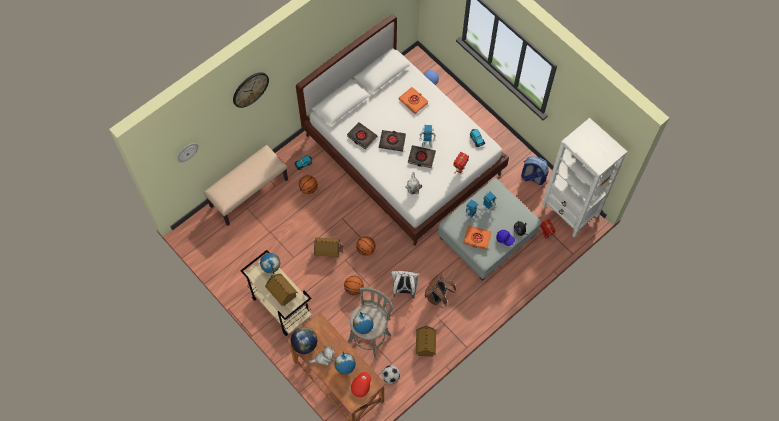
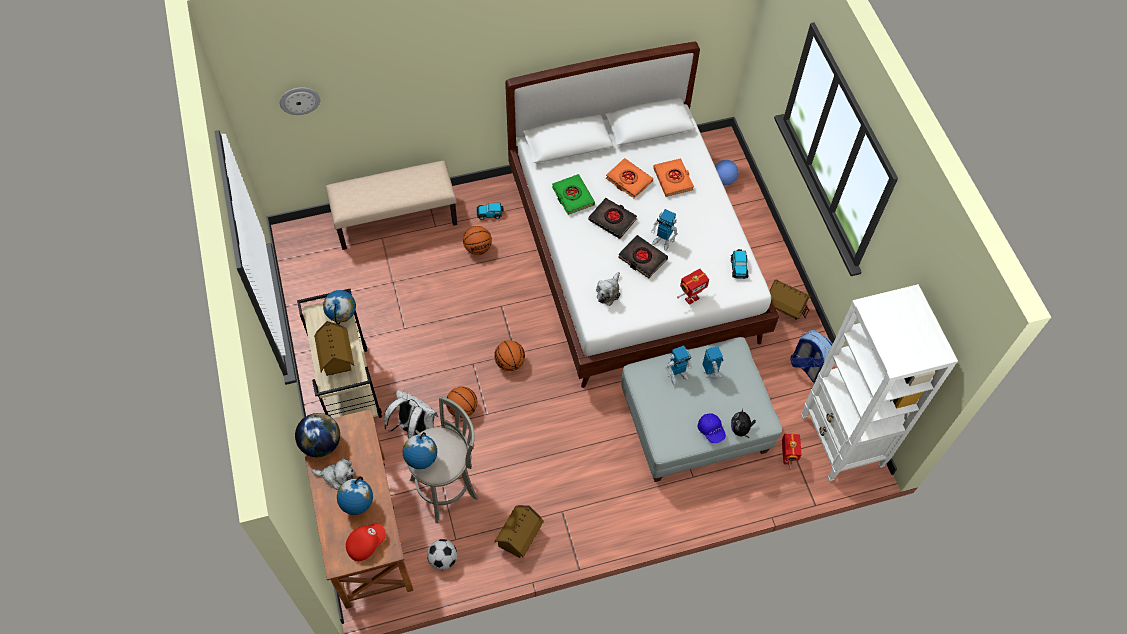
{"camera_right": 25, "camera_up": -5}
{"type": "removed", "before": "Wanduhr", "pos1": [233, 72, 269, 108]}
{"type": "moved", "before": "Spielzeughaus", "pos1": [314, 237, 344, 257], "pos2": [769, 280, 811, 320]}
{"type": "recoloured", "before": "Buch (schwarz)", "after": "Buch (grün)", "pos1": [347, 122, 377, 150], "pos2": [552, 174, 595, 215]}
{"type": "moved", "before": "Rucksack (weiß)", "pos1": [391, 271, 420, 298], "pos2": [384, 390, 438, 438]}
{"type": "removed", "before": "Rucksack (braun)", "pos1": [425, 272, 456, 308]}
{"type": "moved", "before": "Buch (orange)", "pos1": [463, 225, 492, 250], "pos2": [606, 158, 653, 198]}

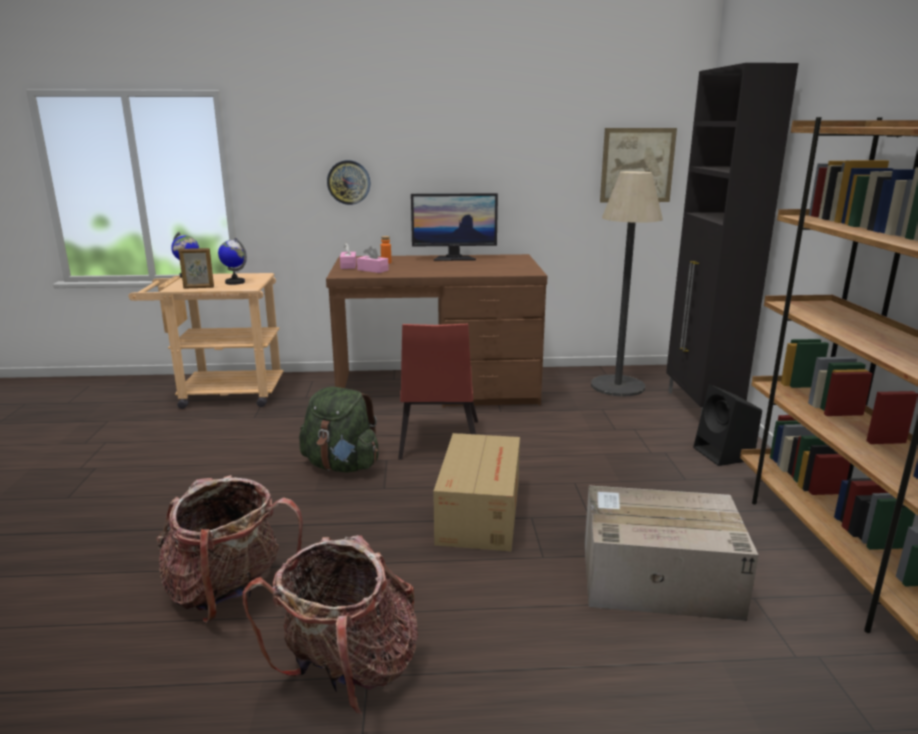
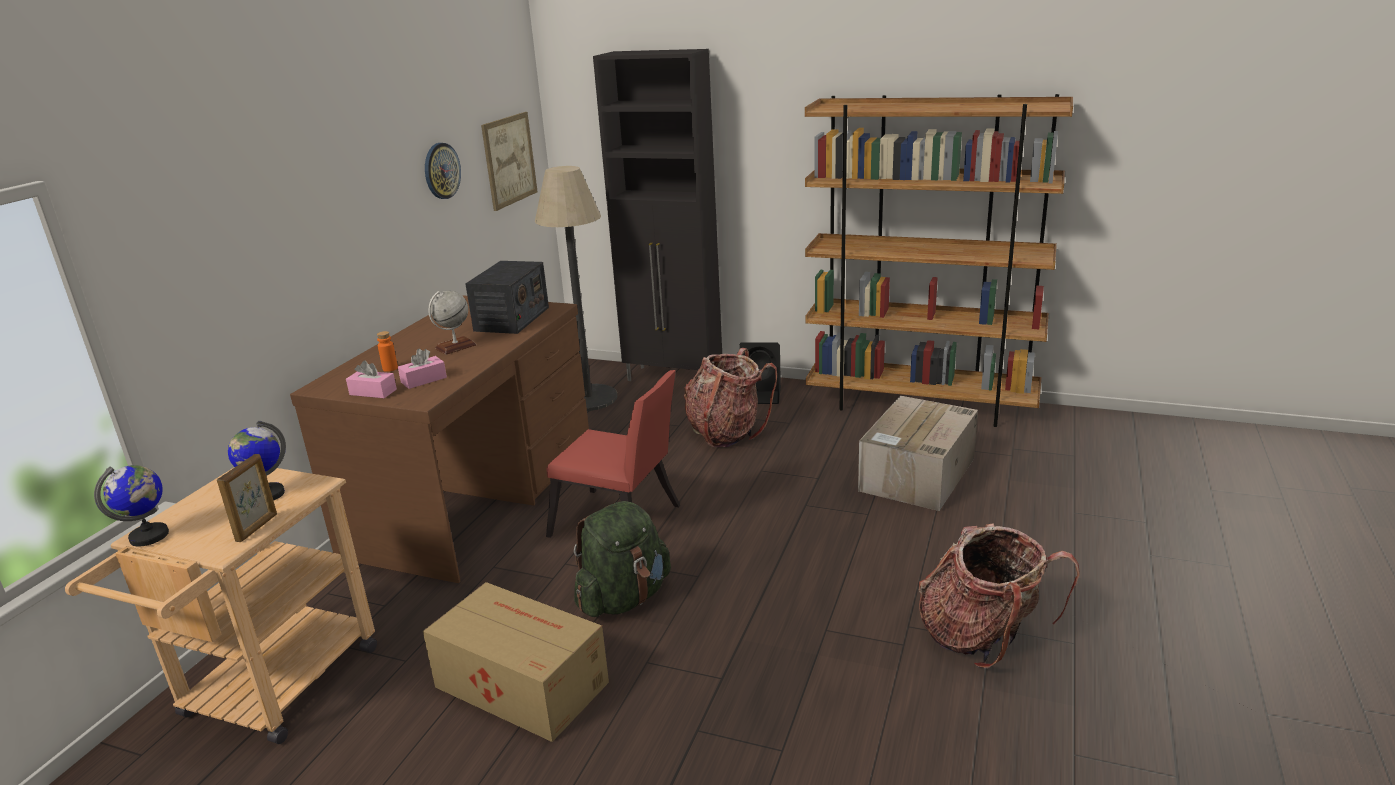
{"camera_right": -65, "camera_up": 5}
{"type": "moved", "before": "Rucksack", "pos1": [156, 475, 303, 623], "pos2": [684, 348, 777, 448]}
{"type": "moved", "before": "Wanduhr", "pos1": [327, 160, 371, 205], "pos2": [425, 143, 461, 199]}
{"type": "removed", "before": "Monitor", "pos1": [411, 193, 498, 261]}
{"type": "moved", "before": "Karton", "pos1": [433, 433, 520, 551], "pos2": [423, 582, 609, 742]}
{"type": "added", "after": "Globus", "pos2": [428, 290, 476, 355]}
{"type": "added", "after": "Radio", "pos2": [465, 261, 549, 334]}

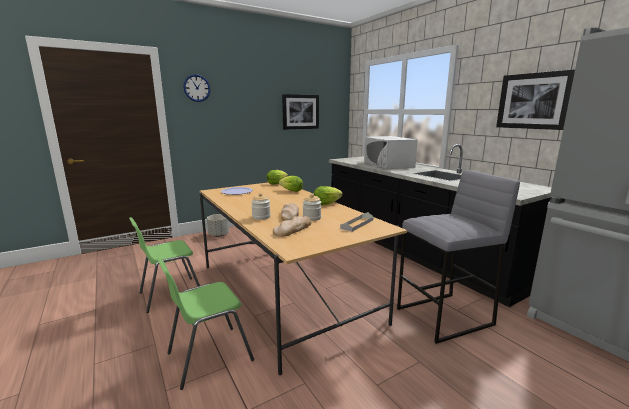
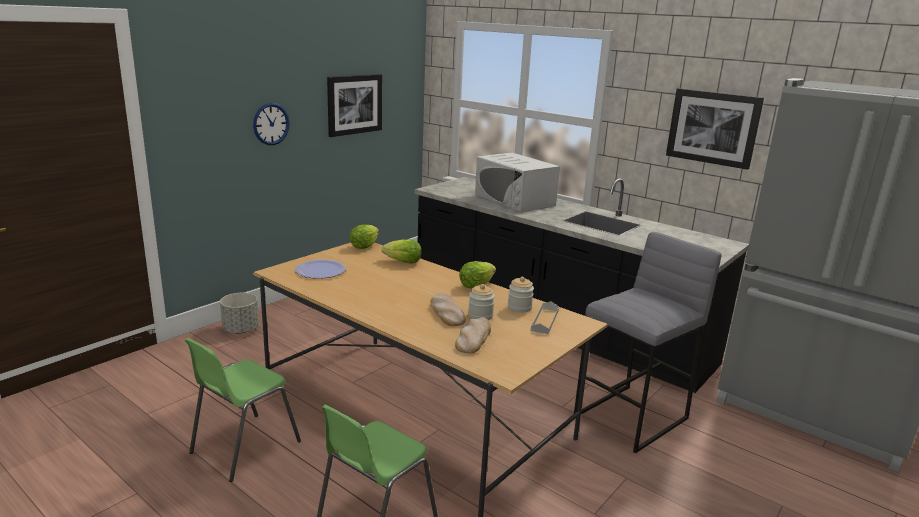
{"camera_right": -20, "camera_up": 5}
{"type": "moved", "before": "Wanduhr", "pos1": [183, 74, 211, 102], "pos2": [253, 103, 289, 145]}
{"type": "moved", "before": "Vorratsglas", "pos1": [251, 193, 271, 220], "pos2": [508, 277, 534, 313]}

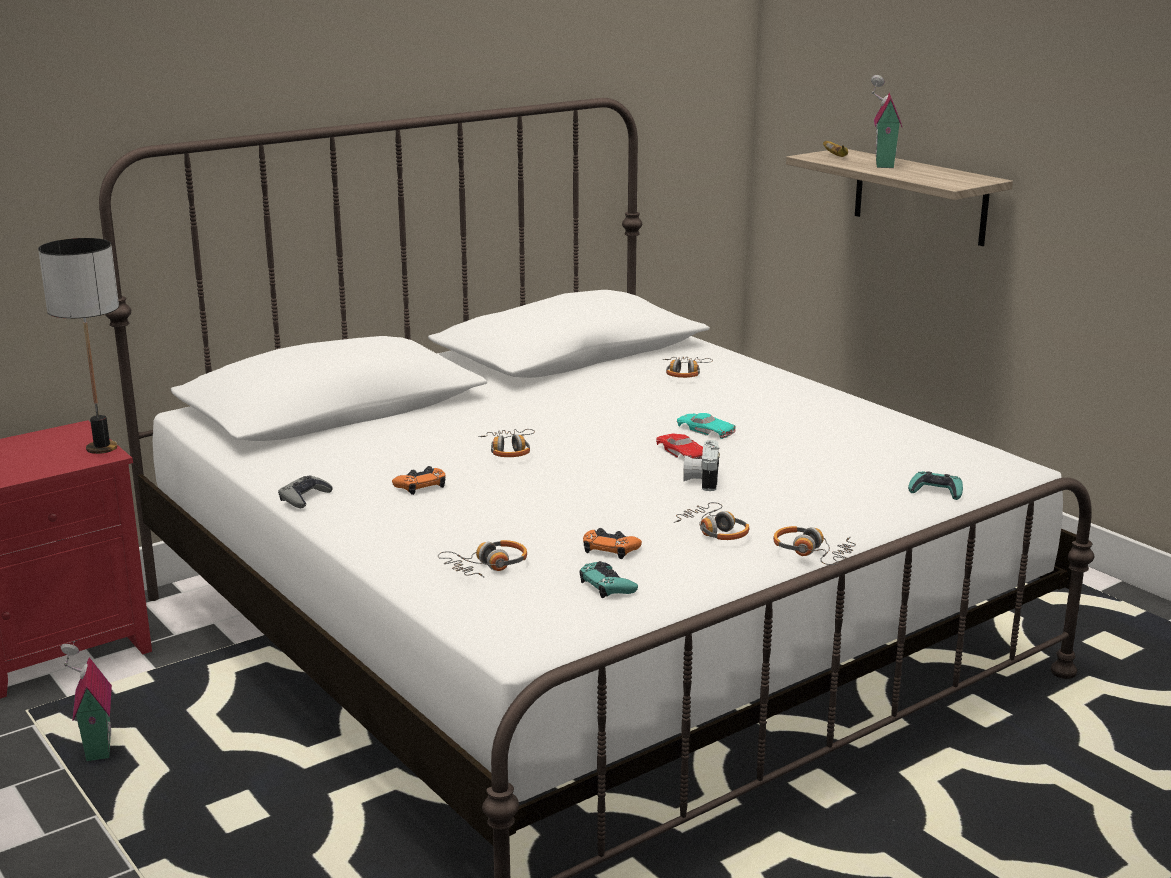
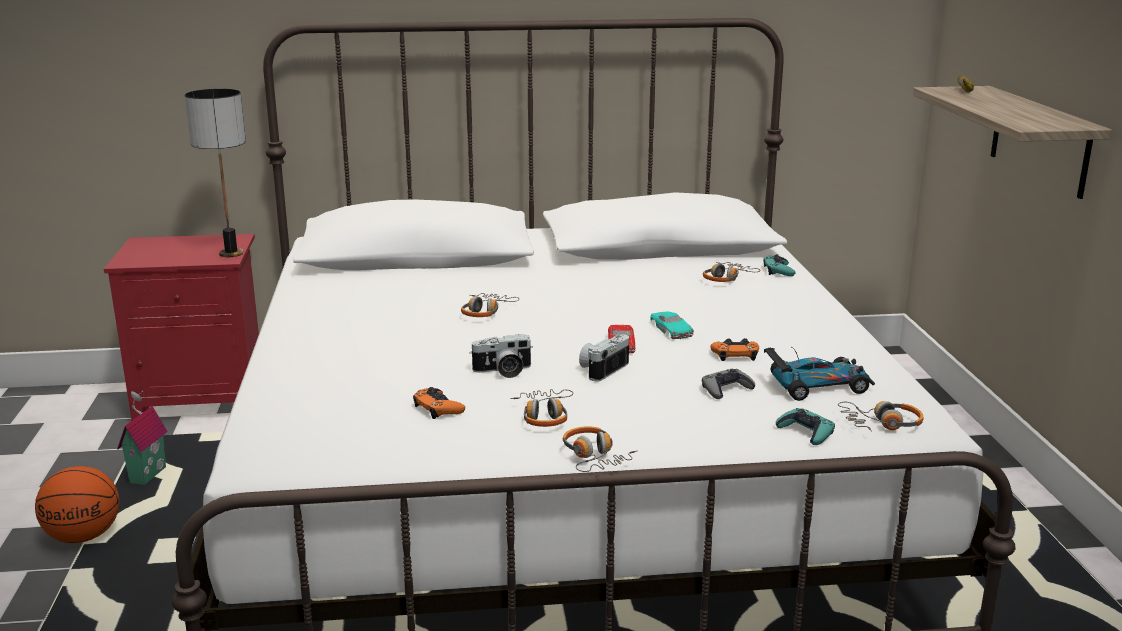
{"camera_right": 30, "camera_up": 0}
{"type": "moved", "before": "Gamepad (grau)", "pos1": [278, 475, 333, 508], "pos2": [702, 369, 755, 399]}
{"type": "moved", "before": "Gamepad (orange)", "pos1": [392, 466, 445, 495], "pos2": [710, 338, 759, 361]}
{"type": "moved", "before": "Kopfhörer", "pos1": [438, 540, 527, 577], "pos2": [838, 401, 924, 432]}
{"type": "moved", "before": "Gamepad (türkis)", "pos1": [579, 561, 638, 598], "pos2": [763, 254, 796, 276]}
{"type": "removed", "before": "Spielzeughaus", "pos1": [871, 75, 902, 168]}
{"type": "added", "after": "Basketball", "pos2": [35, 466, 119, 543]}
{"type": "added", "after": "Kamera", "pos2": [470, 334, 533, 378]}
{"type": "added", "after": "Spielzeugauto", "pos2": [764, 347, 875, 401]}

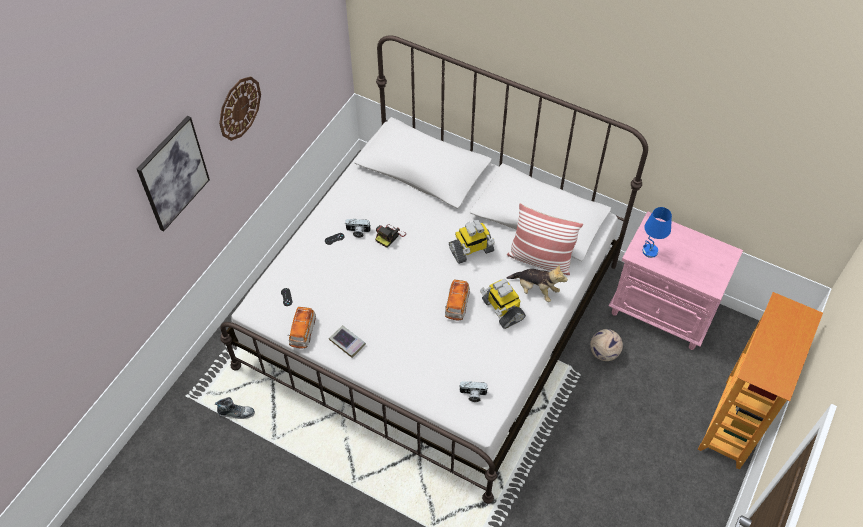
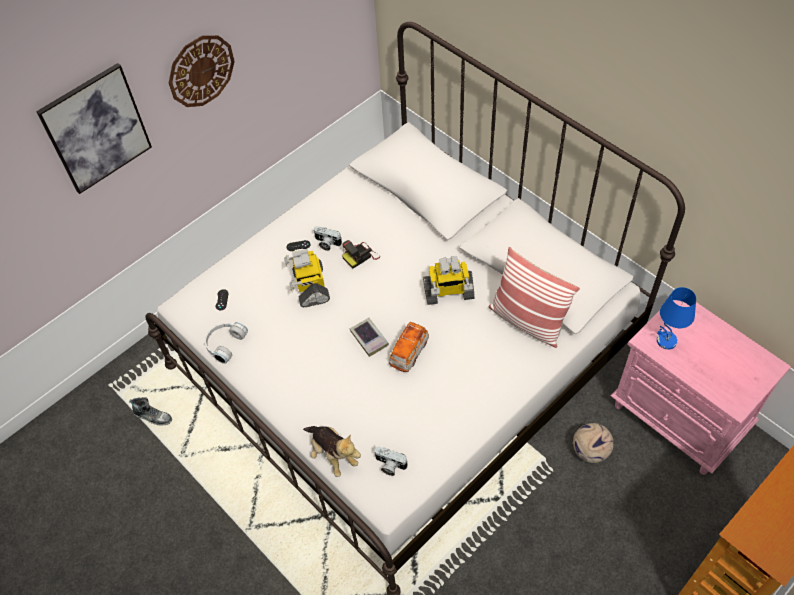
{"camera_right": 20, "camera_up": 0}
{"type": "replaced", "before": "Spielzeugauto", "after": "Kopfhörer (weiß)", "pos1": [288, 307, 316, 349], "pos2": [205, 322, 248, 364]}
{"type": "moved", "before": "Buch", "pos1": [329, 325, 366, 358], "pos2": [350, 318, 389, 357]}
{"type": "moved", "before": "Spielzeugroboter", "pos1": [480, 279, 526, 329], "pos2": [284, 249, 330, 308]}
{"type": "moved", "before": "Plüschtier", "pos1": [507, 264, 568, 302], "pos2": [303, 426, 361, 477]}

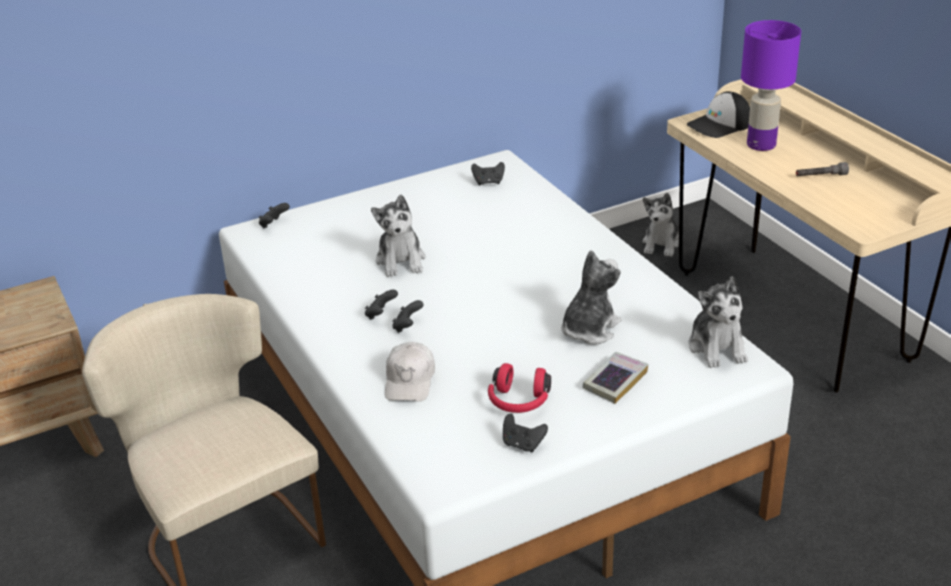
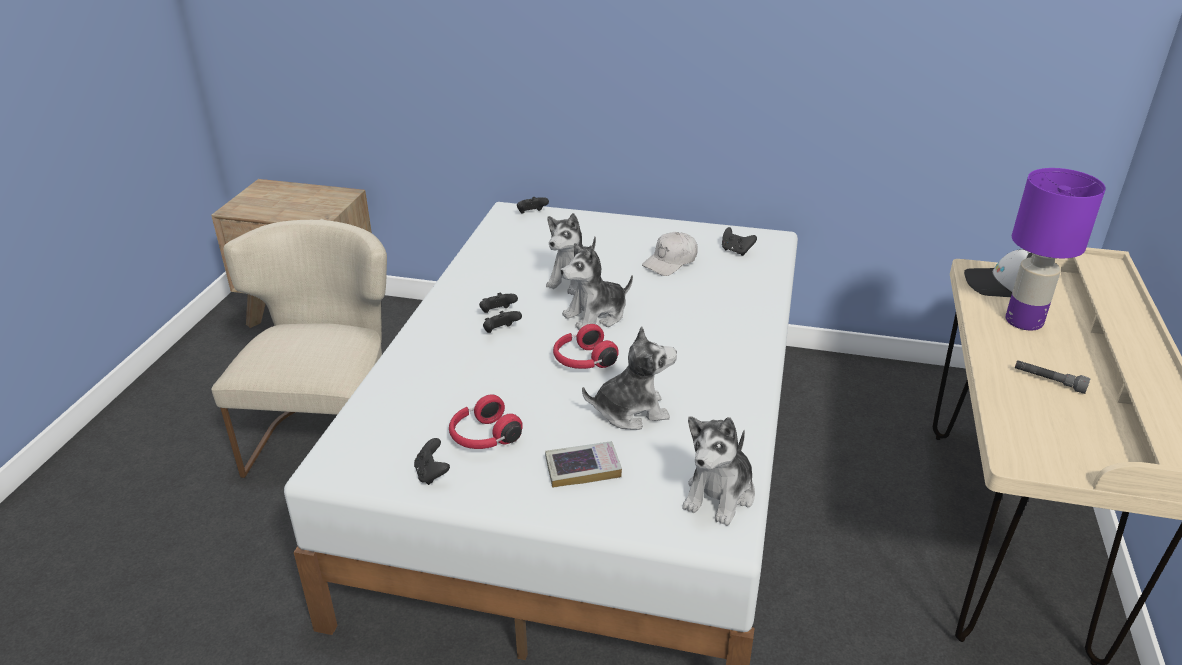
{"camera_right": 40, "camera_up": 0}
{"type": "moved", "before": "Kappe (weiß)", "pos1": [385, 342, 435, 401], "pos2": [642, 232, 698, 276]}
{"type": "moved", "before": "Plüschtier", "pos1": [642, 193, 679, 257], "pos2": [560, 243, 633, 330]}
{"type": "added", "after": "Kopfhörer (rot)", "pos2": [553, 324, 619, 369]}

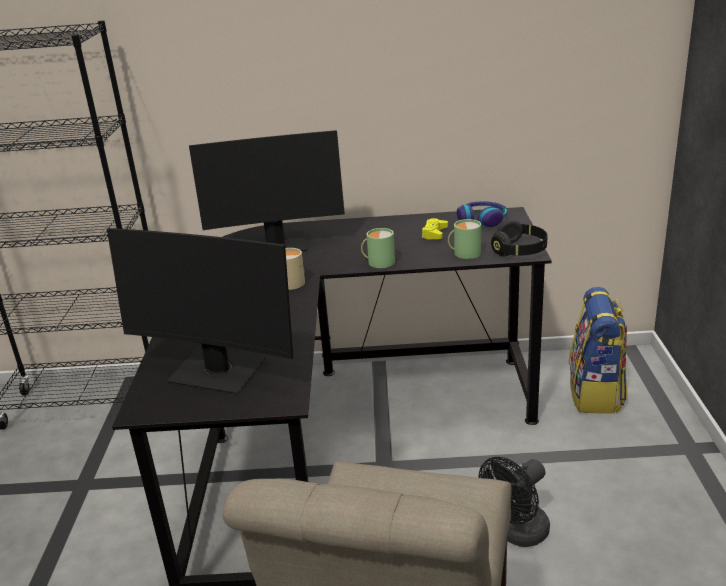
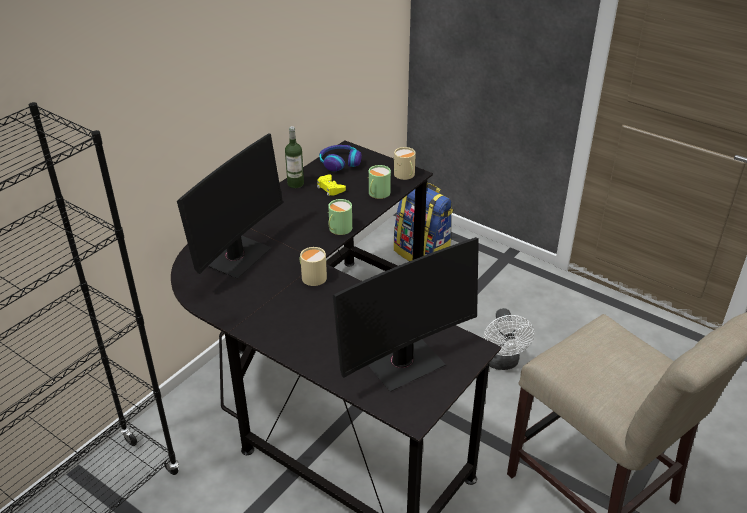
{"camera_right": -55, "camera_up": 10}
{"type": "recoloured", "before": "Ventilator (schwarz)", "after": "Ventilator (weiß)", "pos1": [478, 457, 550, 547], "pos2": [484, 308, 534, 370]}
{"type": "replaced", "before": "Kopfhörer (schwarz)", "after": "Henkelbecher (beige)", "pos1": [491, 220, 548, 257], "pos2": [393, 147, 416, 180]}
{"type": "added", "after": "Flasche", "pos2": [285, 126, 304, 188]}

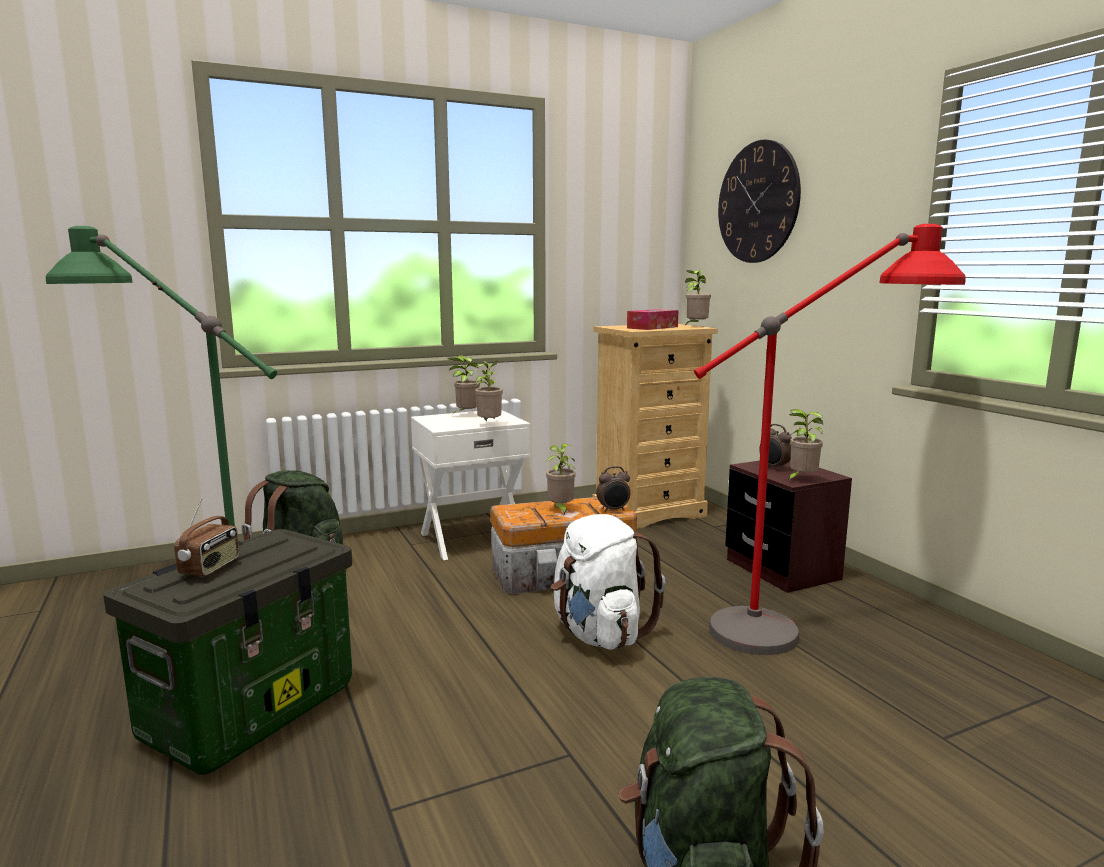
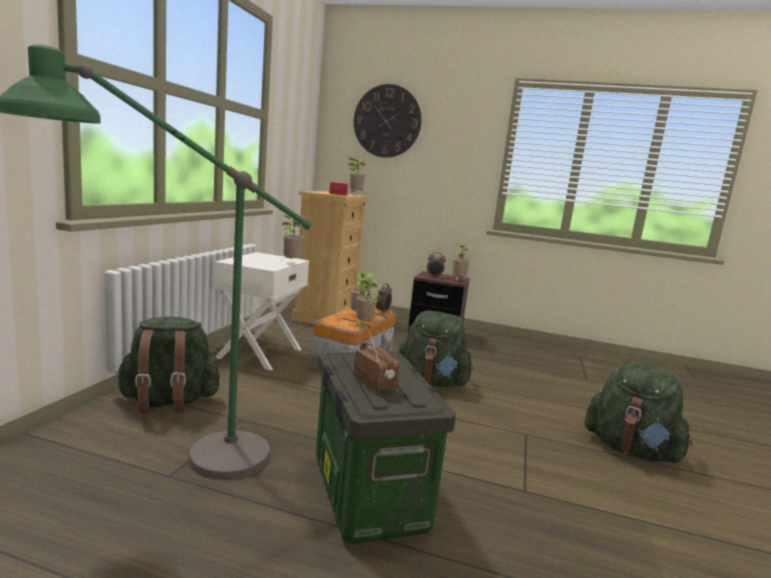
{"camera_right": -50, "camera_up": 0}
{"type": "moved", "before": "Topfpflanze", "pos1": [448, 355, 480, 414], "pos2": [356, 277, 378, 327]}
{"type": "recoloured", "before": "Rucksack (weiß)", "after": "Rucksack (grün)", "pos1": [551, 514, 666, 650], "pos2": [398, 311, 474, 387]}
{"type": "removed", "before": "Stehlampe (rot)", "pos1": [694, 224, 966, 655]}

